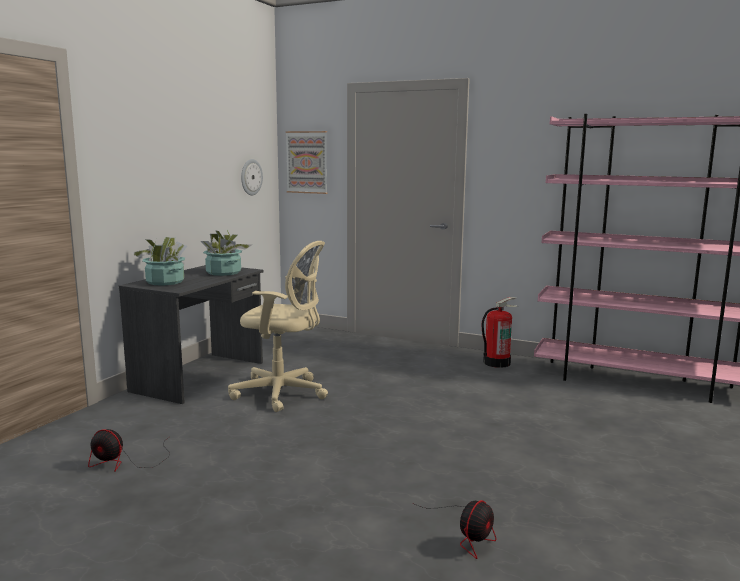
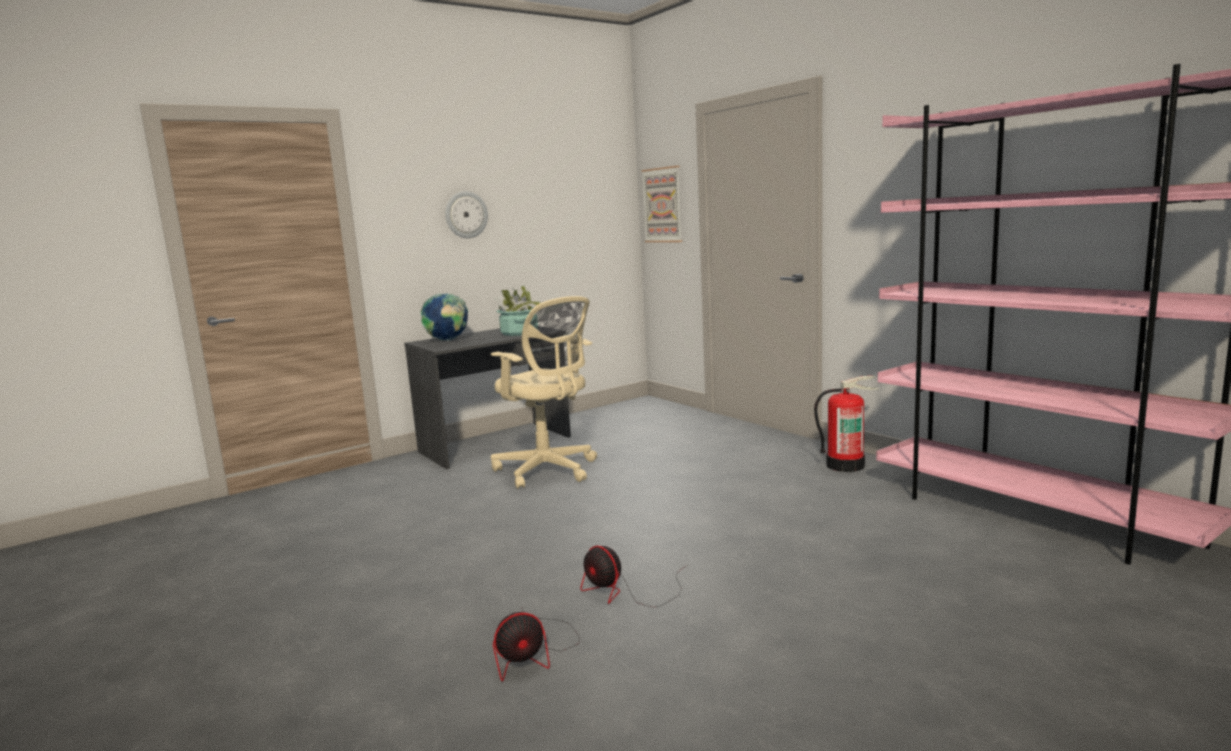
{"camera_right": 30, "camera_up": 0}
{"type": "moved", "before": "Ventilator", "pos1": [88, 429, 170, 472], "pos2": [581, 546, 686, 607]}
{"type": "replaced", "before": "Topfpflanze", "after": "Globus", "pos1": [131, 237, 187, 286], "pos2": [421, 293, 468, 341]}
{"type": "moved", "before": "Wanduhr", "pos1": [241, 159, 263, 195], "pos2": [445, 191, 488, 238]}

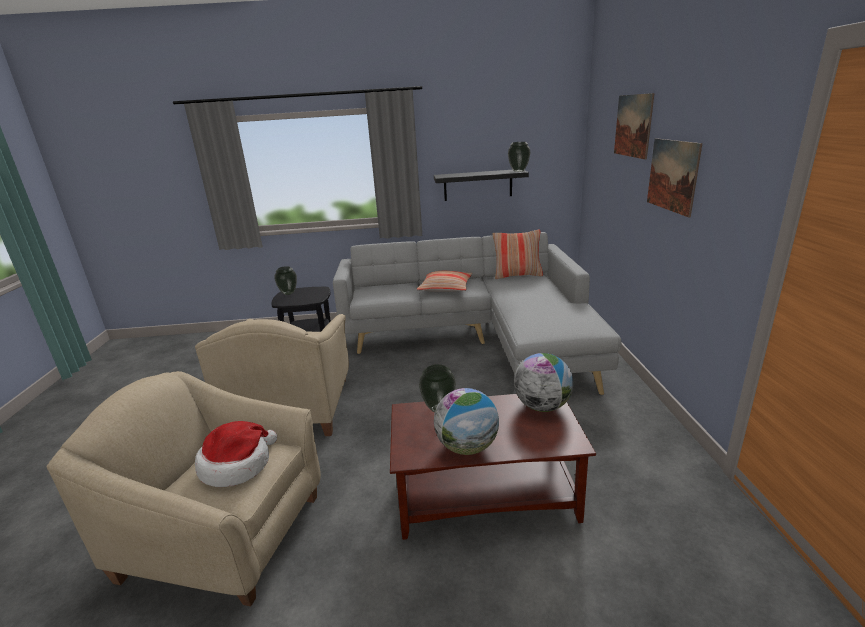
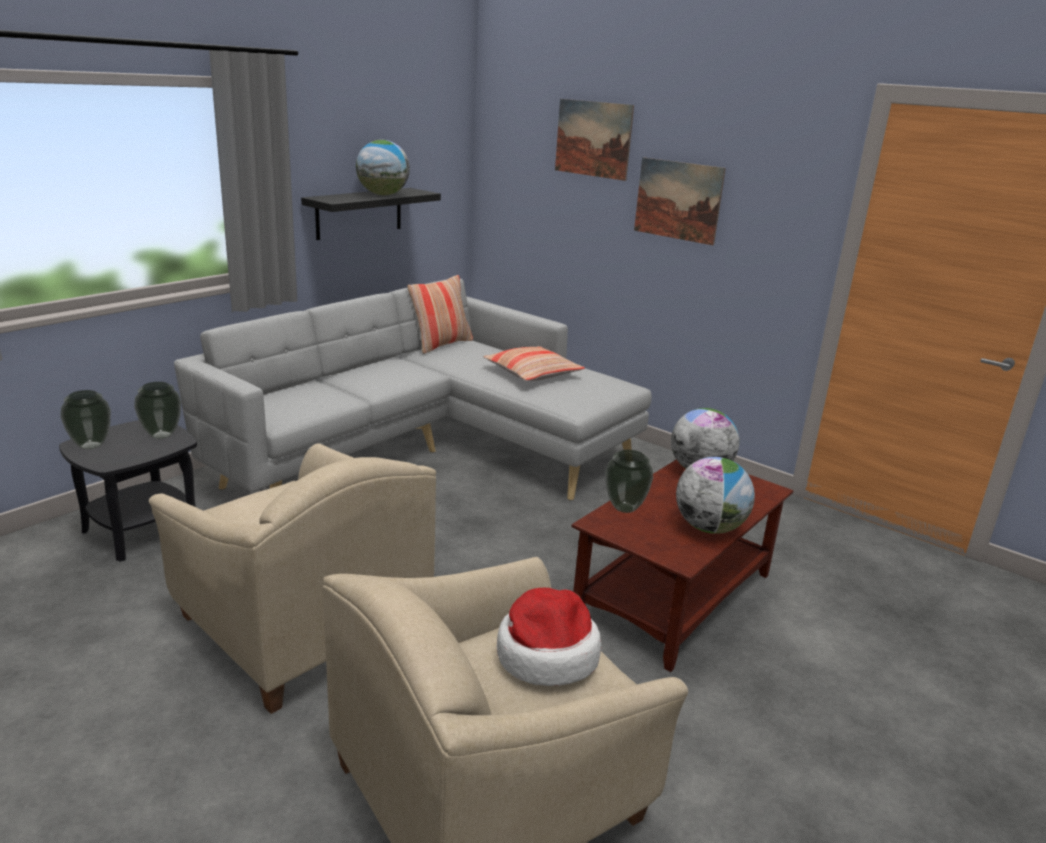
{"camera_right": -50, "camera_up": 0}
{"type": "moved", "before": "Kissen", "pos1": [417, 271, 472, 292], "pos2": [483, 346, 585, 381]}
{"type": "moved", "before": "Vase", "pos1": [508, 142, 530, 172], "pos2": [134, 382, 181, 439]}
{"type": "added", "after": "Globus", "pos2": [356, 140, 410, 195]}

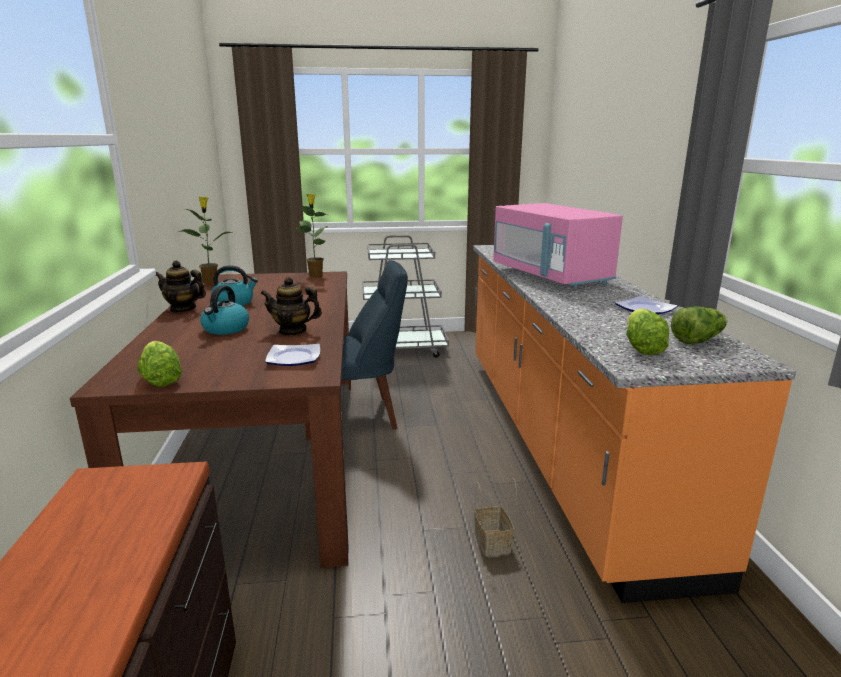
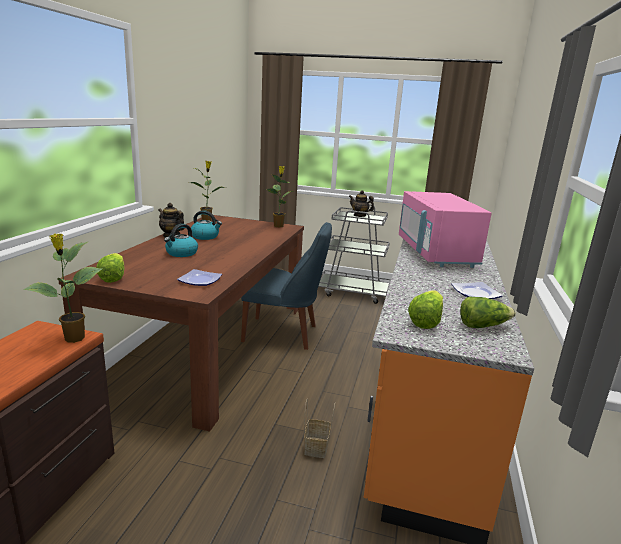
{"camera_right": 20, "camera_up": 0}
{"type": "moved", "before": "Teekanne", "pos1": [260, 277, 322, 336], "pos2": [349, 190, 374, 217]}
{"type": "added", "after": "Topfpflanze", "pos2": [23, 234, 102, 343]}

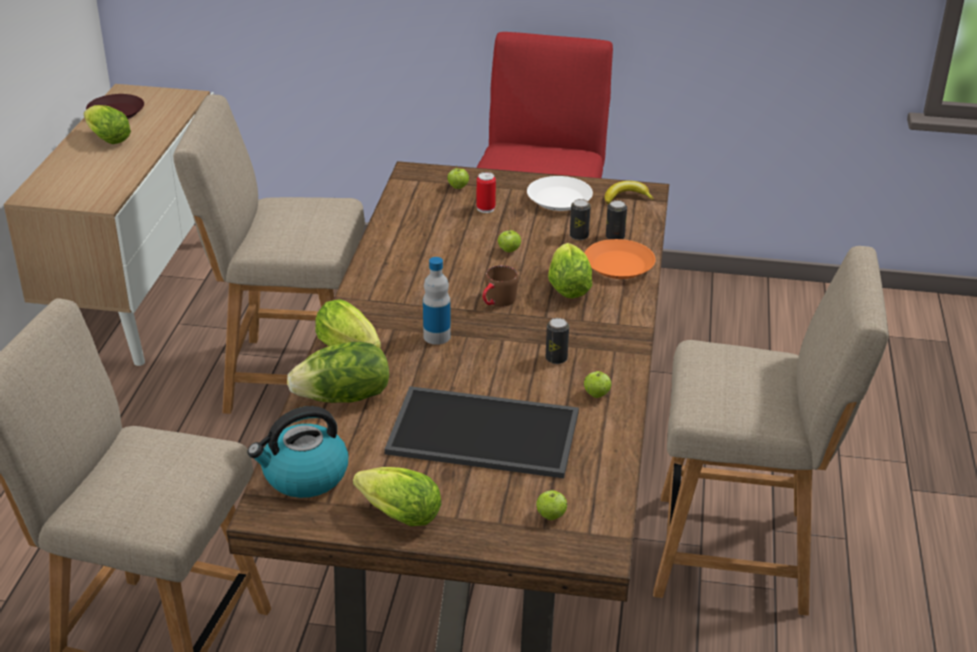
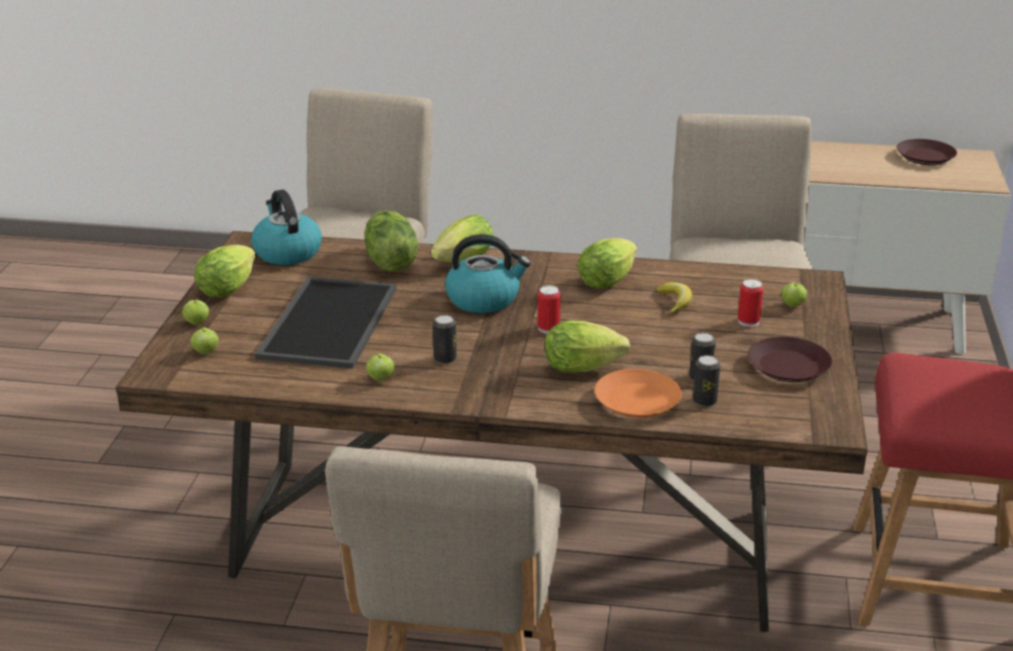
{"camera_right": 90, "camera_up": -5}
{"type": "moved", "before": "Salatkopf", "pos1": [83, 105, 131, 144], "pos2": [577, 238, 637, 288]}
{"type": "replaced", "before": "Flasche", "after": "Wasserkessel", "pos1": [423, 257, 451, 345], "pos2": [445, 234, 531, 313]}
{"type": "replaced", "before": "Henkelbecher (braun)", "after": "Dose", "pos1": [483, 265, 519, 307], "pos2": [538, 285, 561, 334]}
{"type": "moved", "before": "Apfel", "pos1": [498, 226, 521, 252], "pos2": [182, 298, 209, 325]}
{"type": "recoloured", "before": "Teller (weiß)", "after": "Teller (braun)", "pos1": [527, 176, 593, 211], "pos2": [748, 337, 832, 382]}
{"type": "moved", "before": "Banane", "pos1": [605, 181, 654, 204], "pos2": [656, 282, 692, 315]}

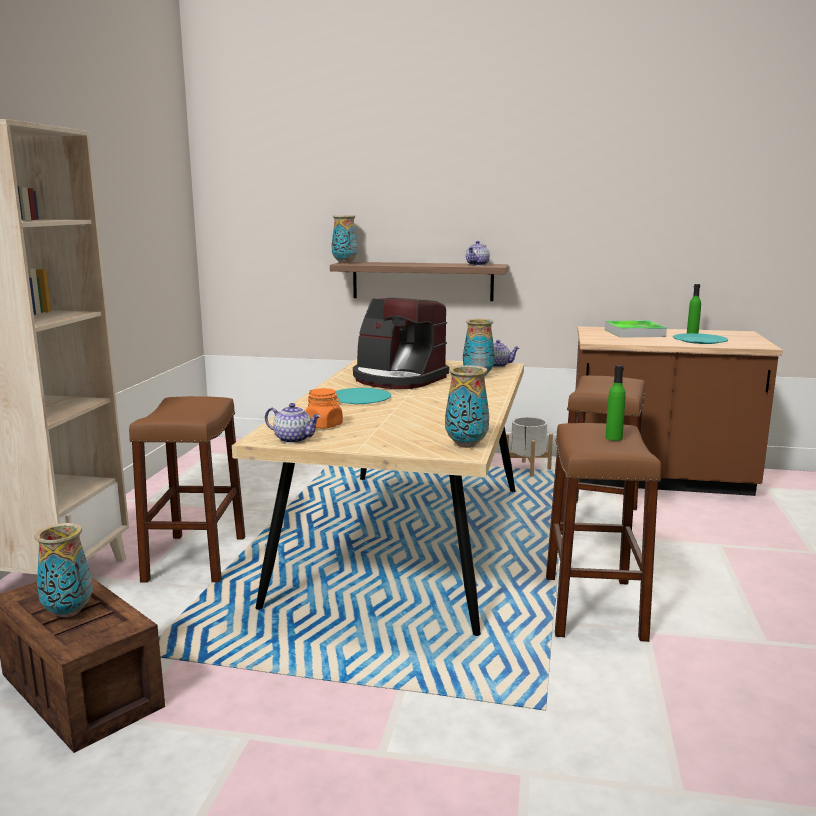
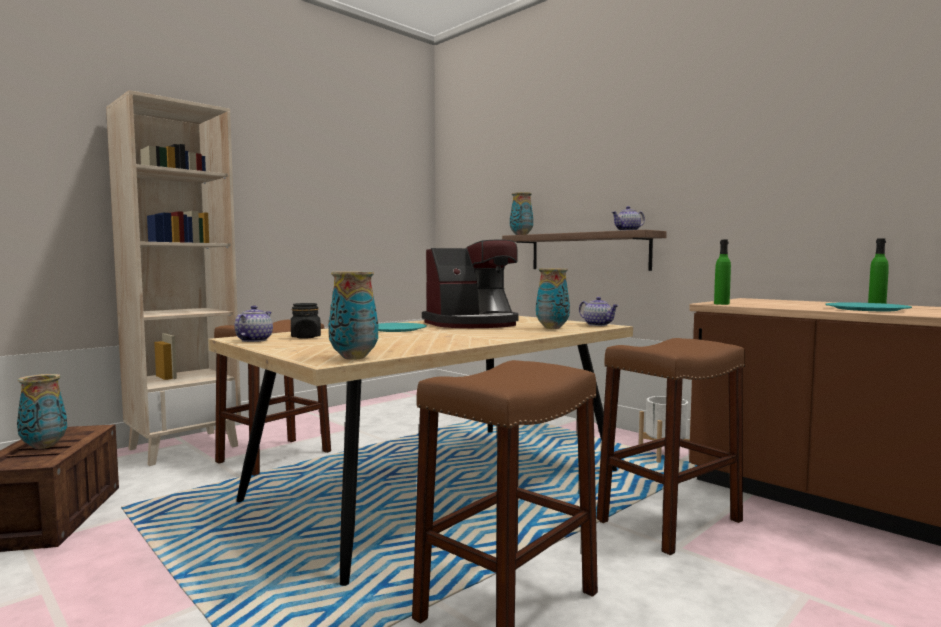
{"camera_right": 35, "camera_up": -10}
{"type": "turned", "before": "Teekanne", "pos1": [265, 403, 321, 443], "pos2": [234, 305, 273, 342], "turn": -135}
{"type": "recoloured", "before": "Vorratsglas (orange)", "after": "Vorratsglas (schwarz)", "pos1": [305, 388, 343, 429], "pos2": [291, 303, 321, 339]}
{"type": "turned", "before": "Kaffeemaschine", "pos1": [353, 298, 449, 389], "pos2": [422, 239, 518, 328], "turn": -90}
{"type": "removed", "before": "Tablett", "pos1": [605, 320, 667, 338]}
{"type": "moved", "before": "Flasche (grün)", "pos1": [606, 365, 626, 441], "pos2": [714, 240, 731, 305]}

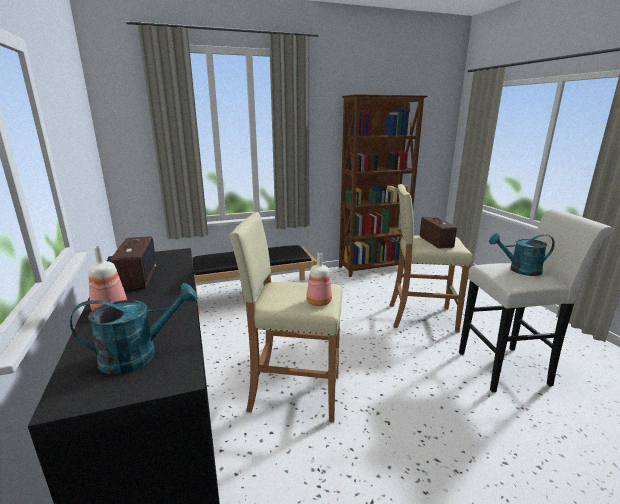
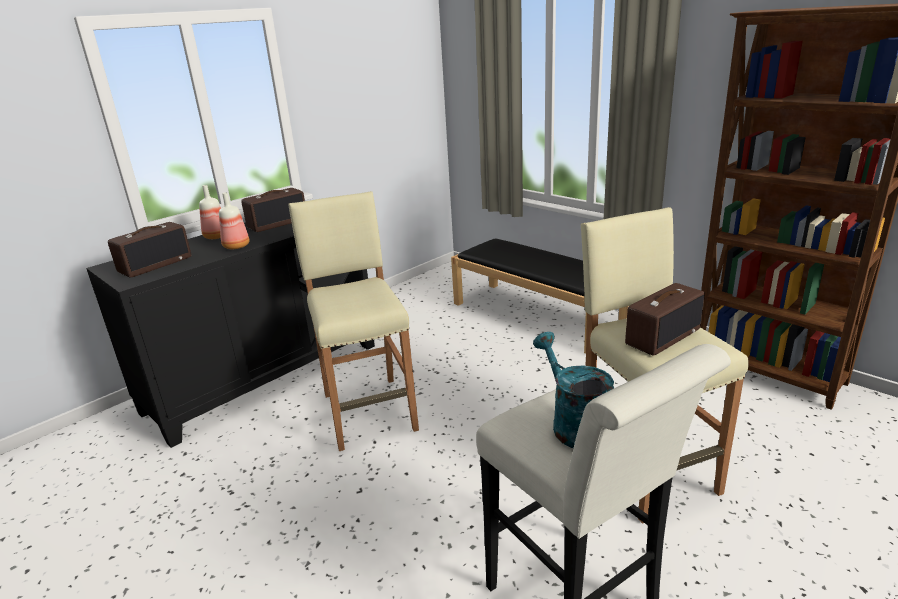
{"camera_right": 65, "camera_up": 5}
{"type": "replaced", "before": "Gießkanne (türkis)", "after": "Radio", "pos1": [70, 283, 198, 374], "pos2": [108, 222, 191, 277]}
{"type": "moved", "before": "Flasche", "pos1": [306, 253, 332, 306], "pos2": [219, 192, 249, 249]}

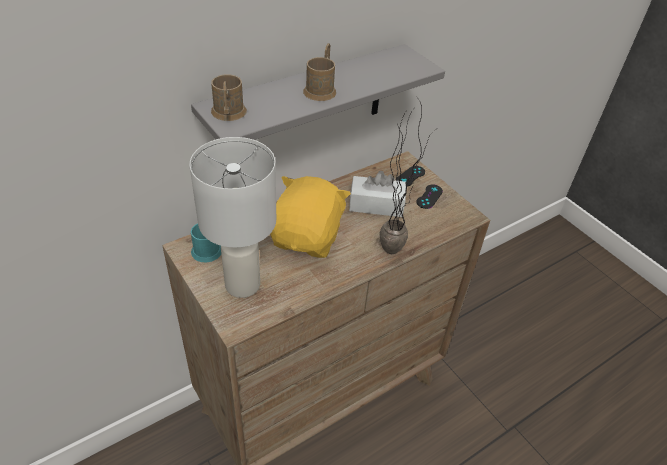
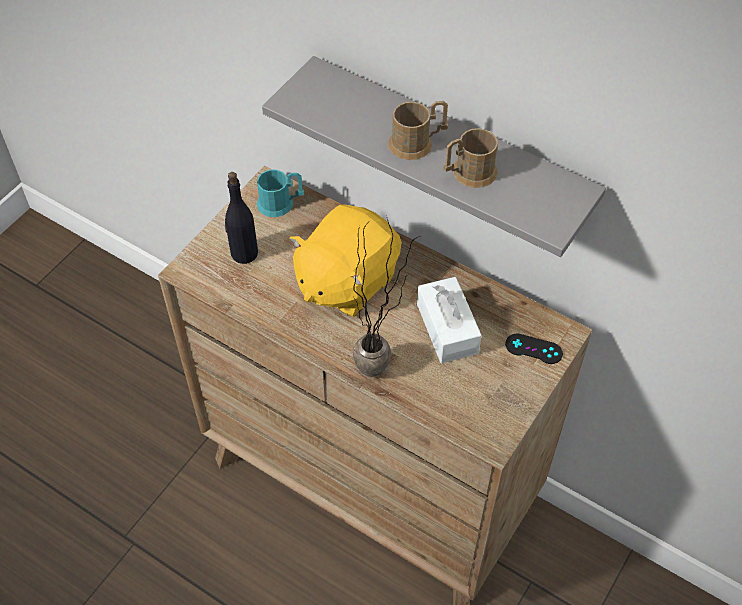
{"camera_right": 70, "camera_up": 10}
{"type": "replaced", "before": "Tischlampe (weiß)", "after": "Flasche (schwarz)", "pos1": [190, 137, 276, 298], "pos2": [225, 172, 258, 264]}
{"type": "moved", "before": "Henkelbecher (braun)", "pos1": [211, 75, 247, 121], "pos2": [443, 128, 498, 188]}
{"type": "turned", "before": "Plüschtier (gelb)", "pos1": [270, 176, 351, 258], "pos2": [290, 204, 401, 317], "turn": 135}
{"type": "removed", "before": "Gamepad (schwarz)", "pos1": [417, 185, 443, 209]}

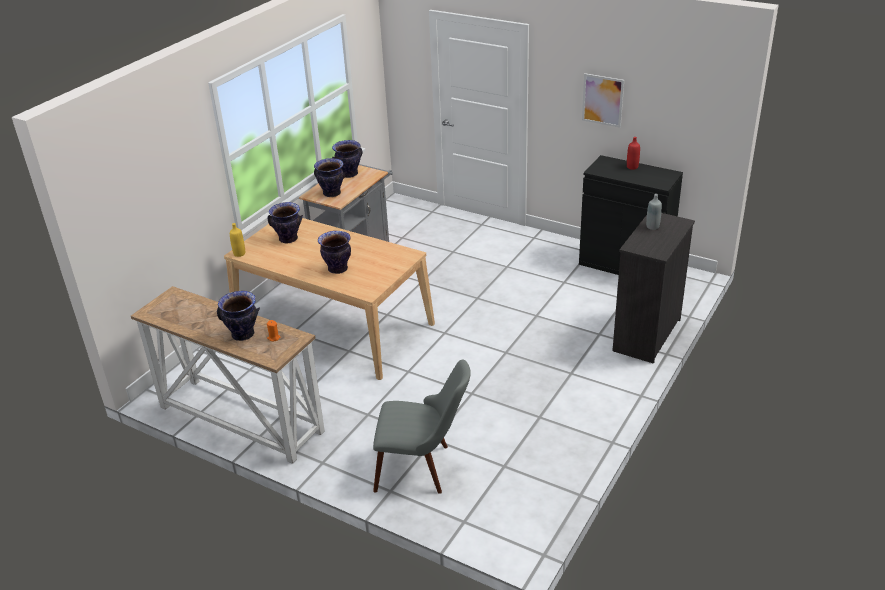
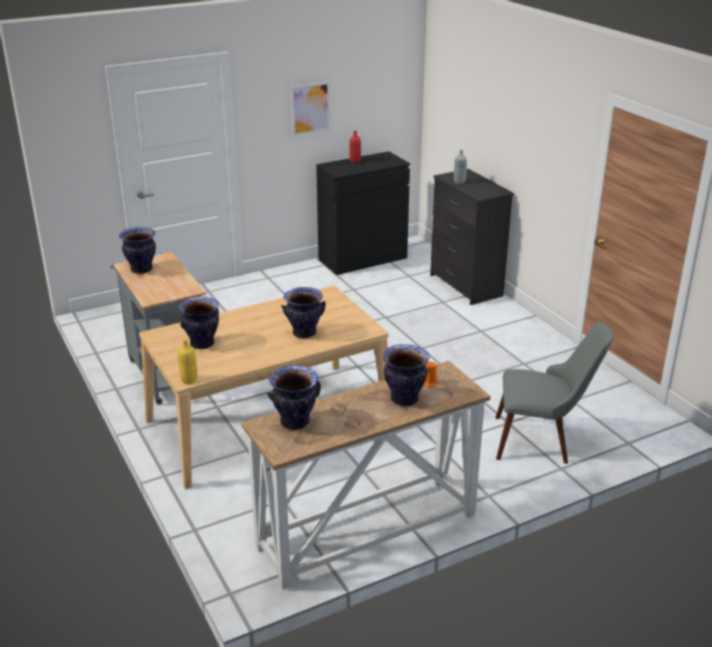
{"camera_right": -60, "camera_up": -5}
{"type": "moved", "before": "Vase", "pos1": [314, 158, 345, 197], "pos2": [267, 365, 321, 430]}
{"type": "turned", "before": "Stuhl (grau)", "pos1": [373, 359, 471, 494], "pos2": [495, 322, 613, 464], "turn": 60}

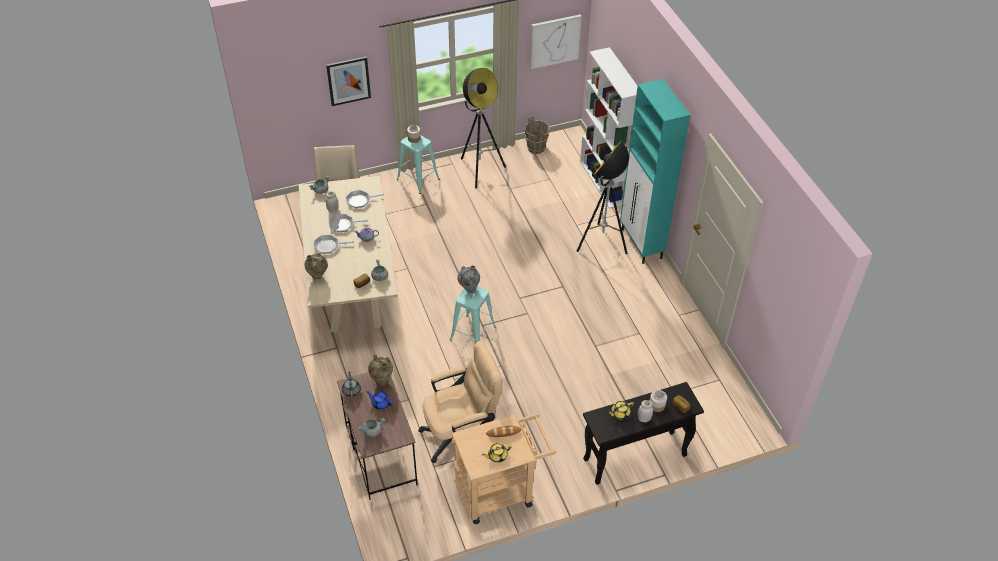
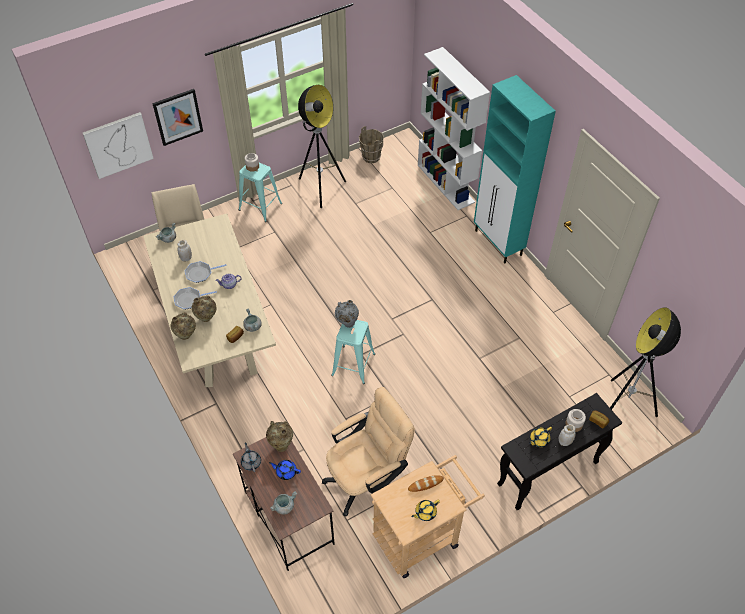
{"camera_right": -10, "camera_up": 5}
{"type": "removed", "before": "Pfanne", "pos1": [346, 190, 384, 208]}
{"type": "moved", "before": "Bild", "pos1": [530, 14, 582, 69], "pos2": [83, 112, 154, 179]}
{"type": "moved", "before": "Stehlampe", "pos1": [577, 141, 629, 255], "pos2": [610, 307, 681, 417]}
{"type": "added", "after": "Vase (beige)", "pos2": [192, 295, 217, 322]}

